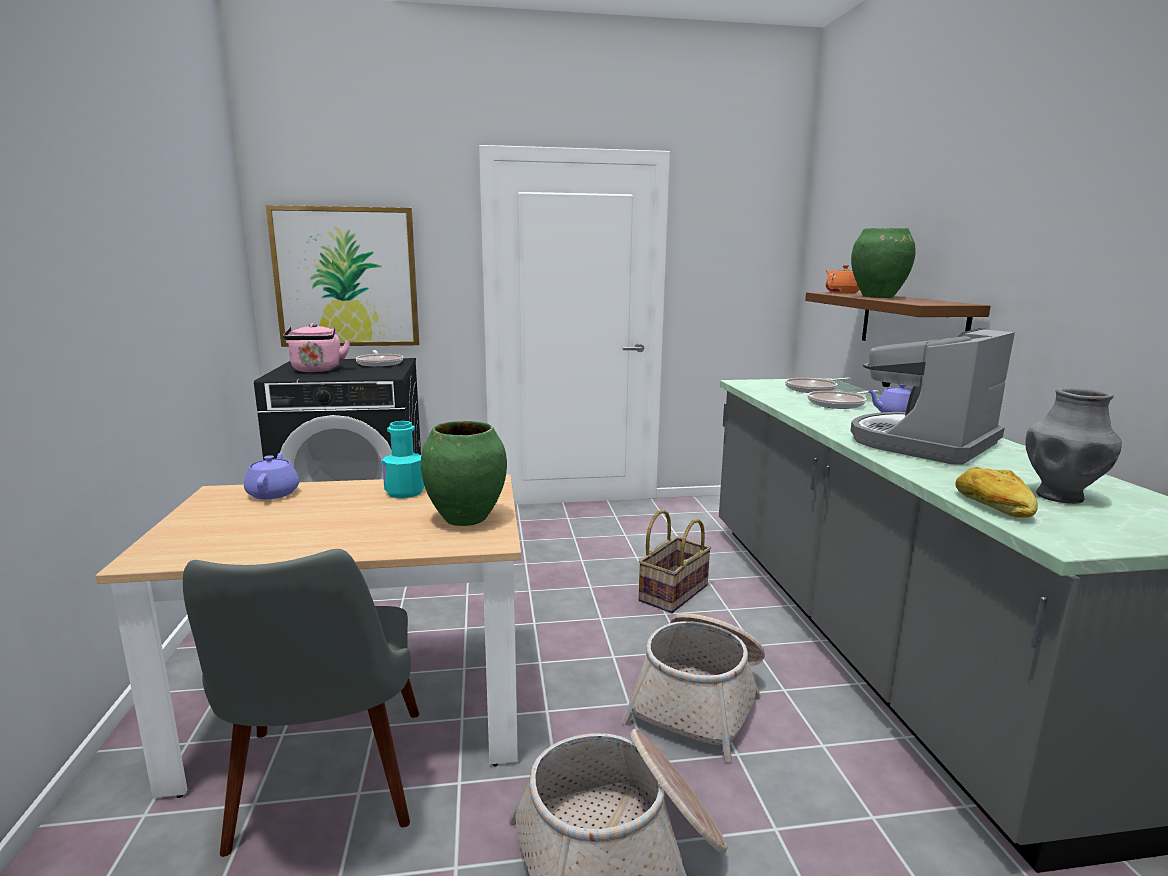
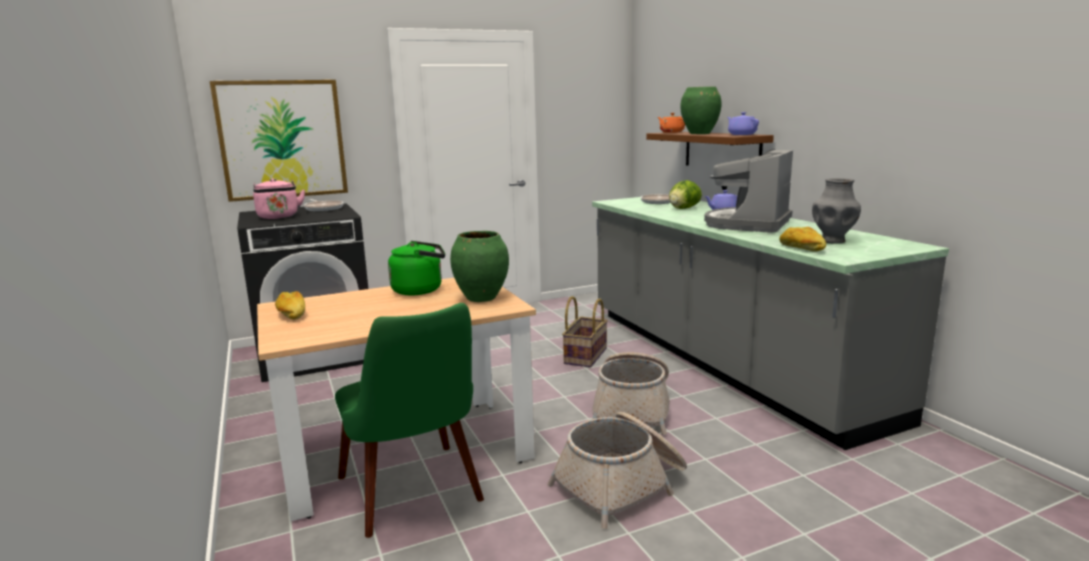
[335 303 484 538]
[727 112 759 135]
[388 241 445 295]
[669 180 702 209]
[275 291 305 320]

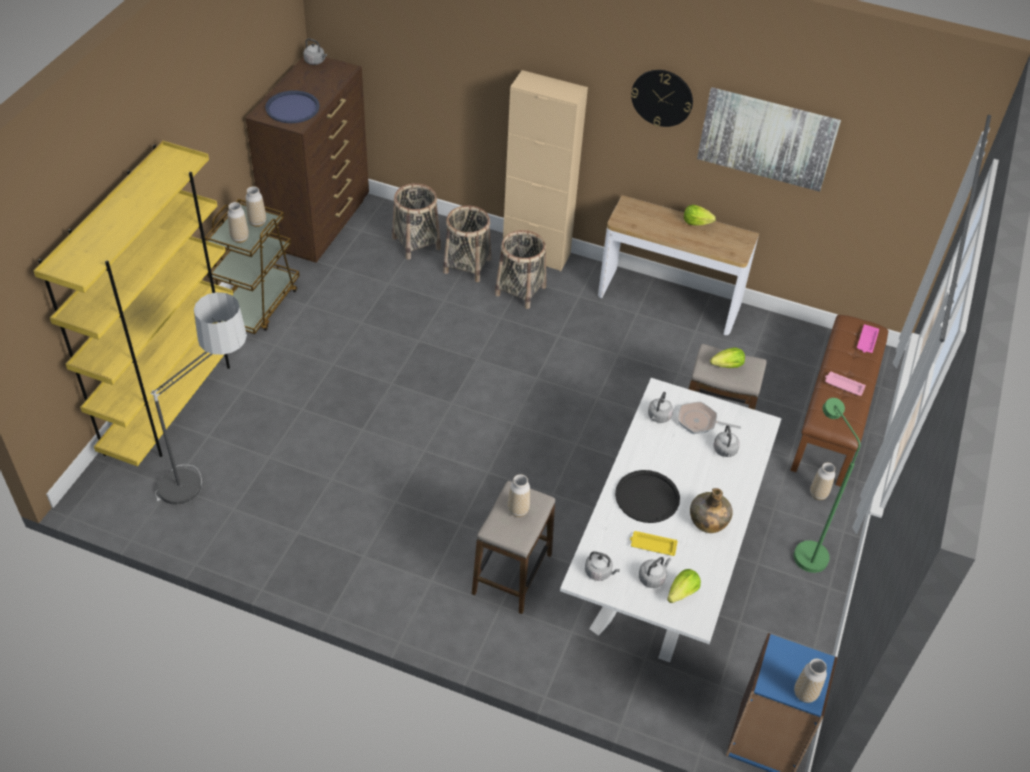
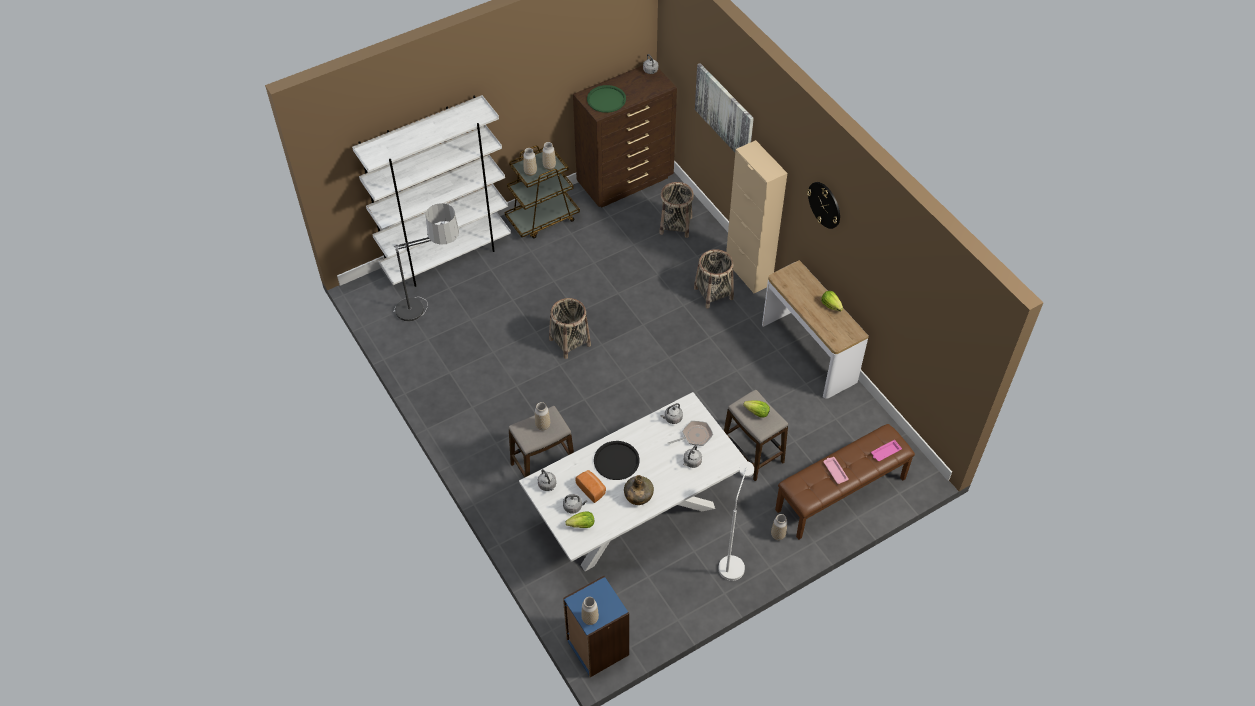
[352 95 511 287]
[587 85 626 113]
[549 298 591 359]
[575 470 606 503]
[668 421 713 446]
[695 63 754 152]
[718 461 754 581]

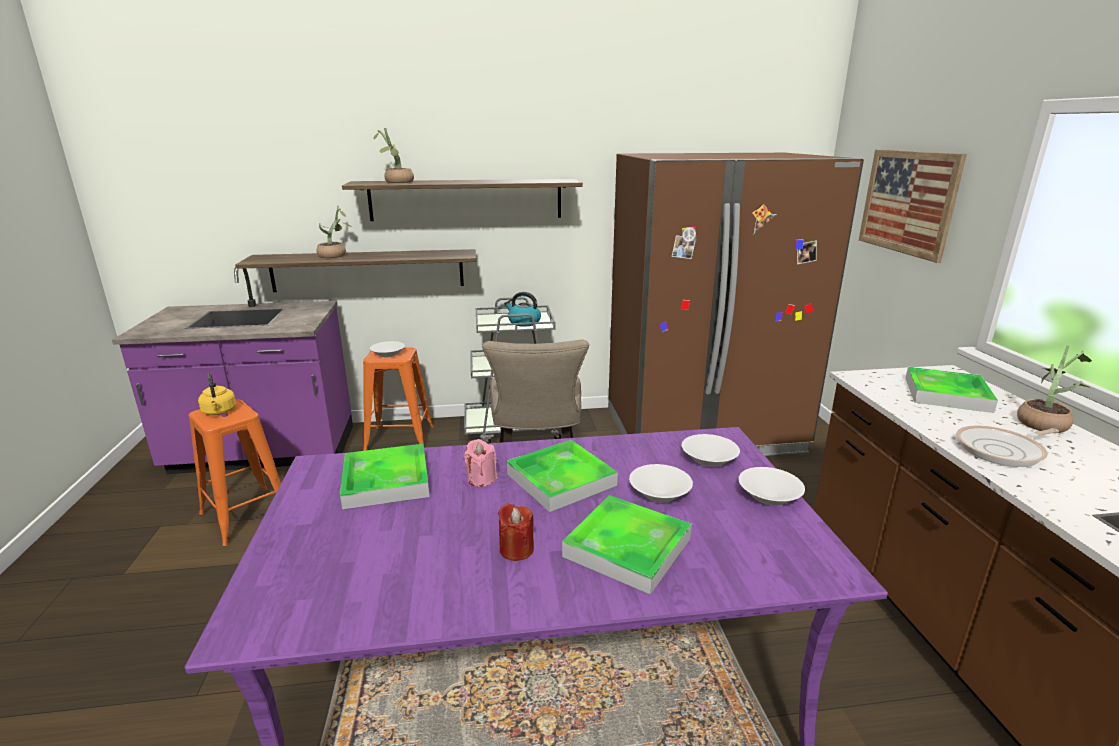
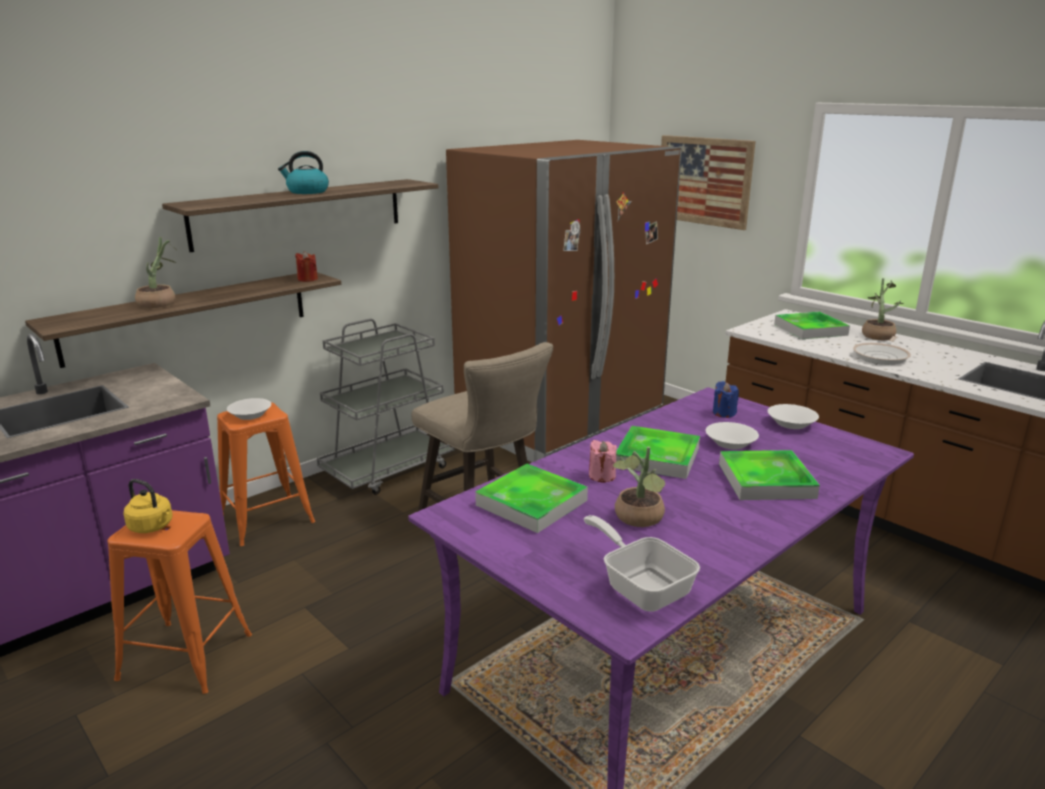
[613 446 665 527]
[295 251 318 282]
[278 151 329 194]
[713 381 739 418]
[584 515 700 612]

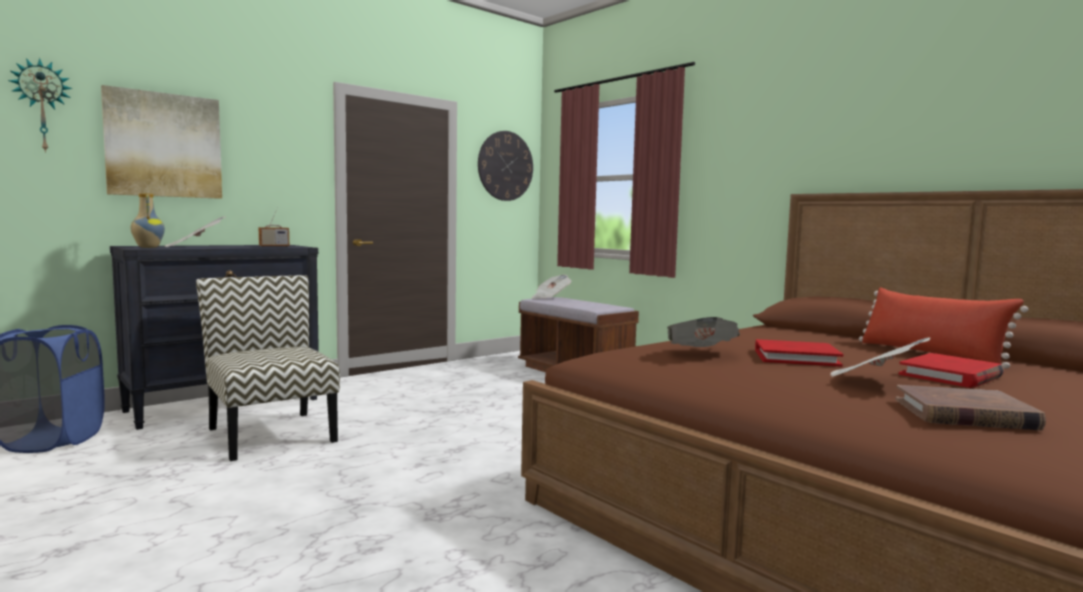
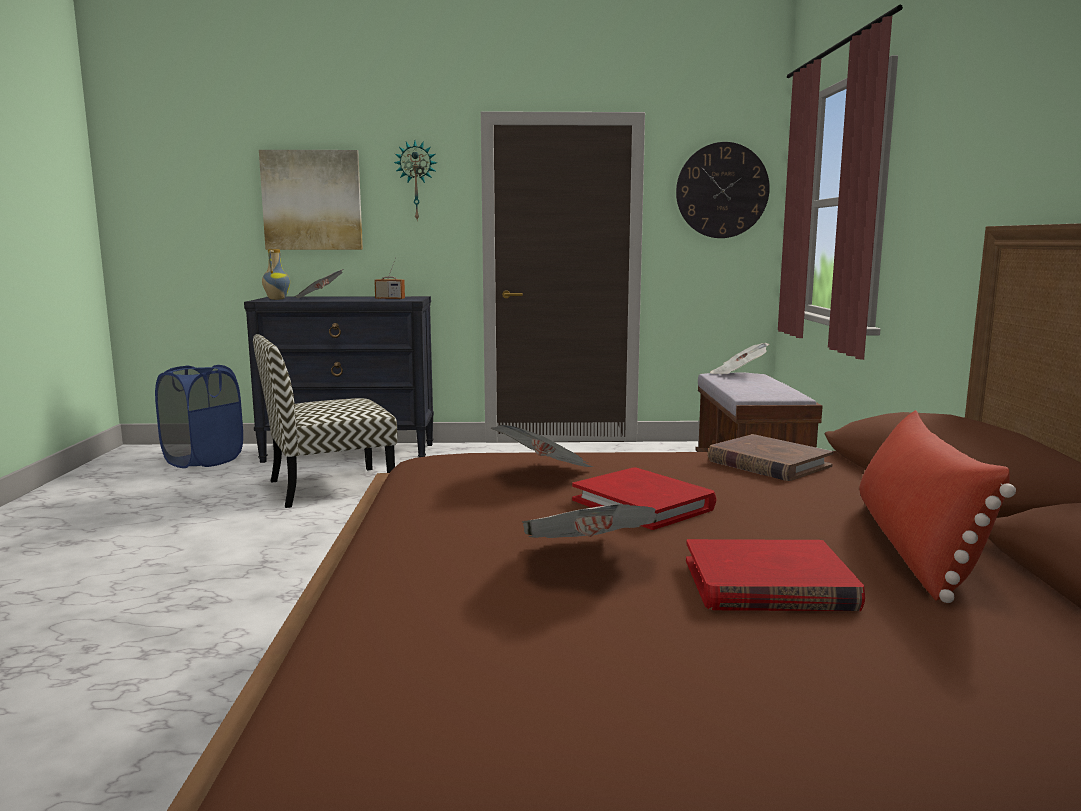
[394 141 437 222]
[253 334 398 508]
[708 434 833 481]

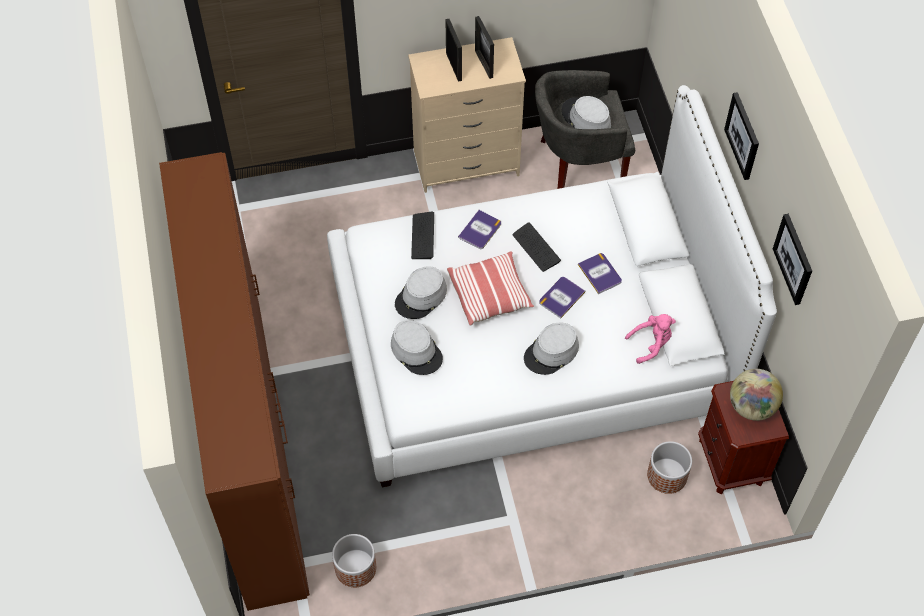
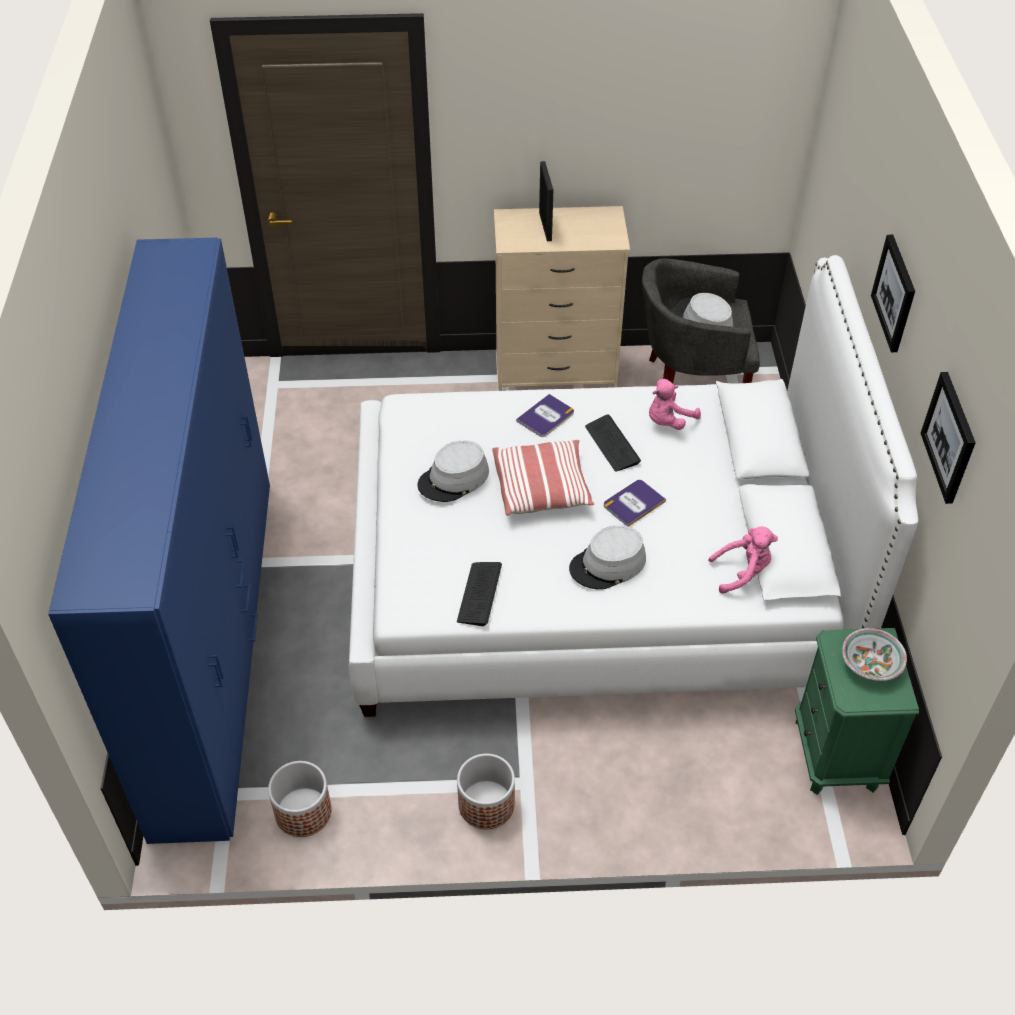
[48 238 270 844]
[391 320 443 375] (first image)
[457 562 502 626]
[475 16 494 79] (first image)
[578 253 622 294] (first image)
[457 754 515 829]
[795 628 919 795]
[842 628 907 681]
[649 379 701 430]

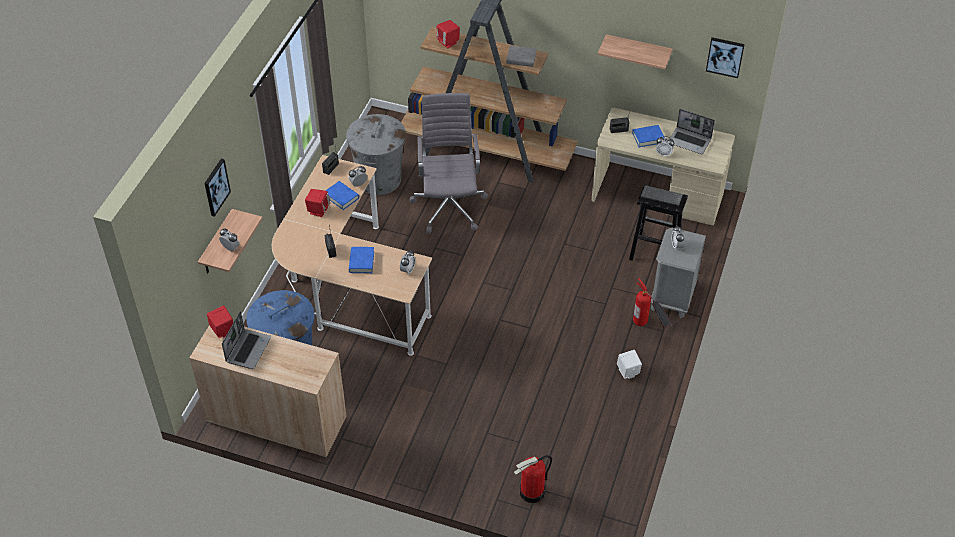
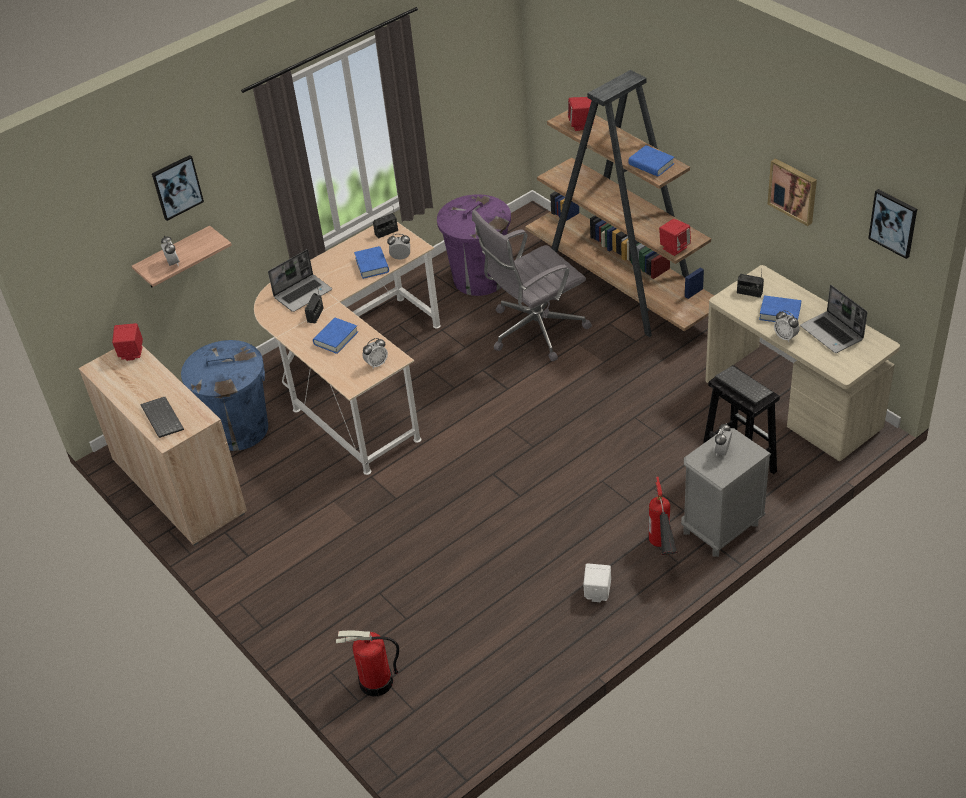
[268 249 332 312]
[659 219 691 256]
[437 194 511 296]
[472 210 592 361]
[629 145 674 177]
[768 158 817 226]
[141 397 184 438]

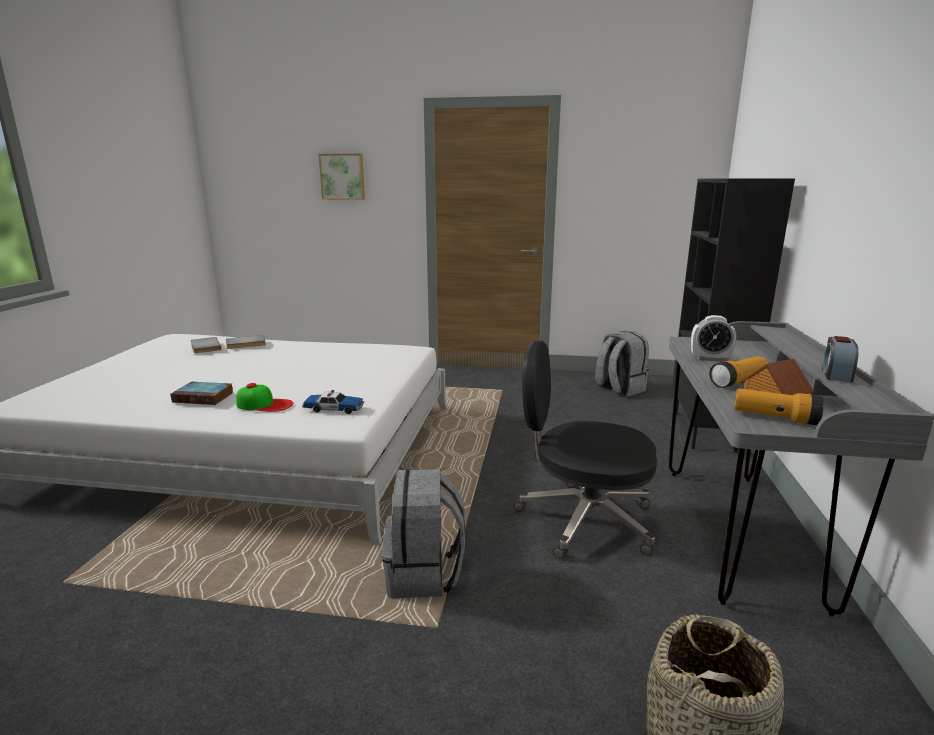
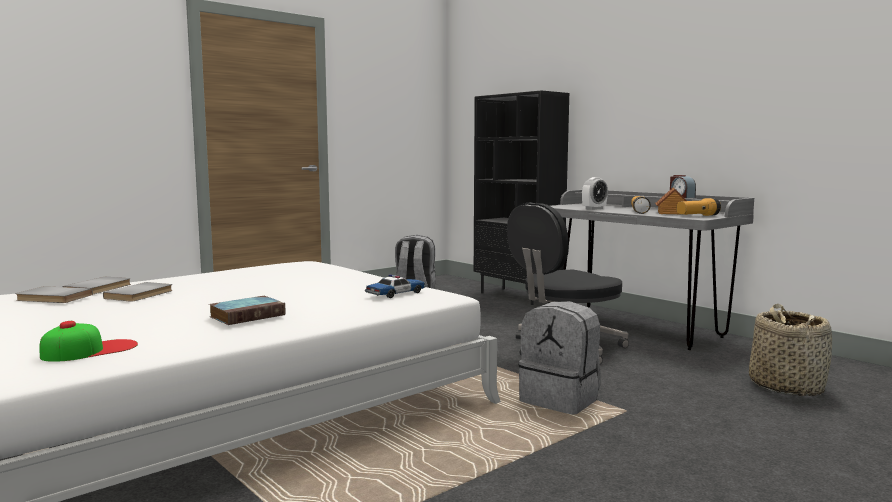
[39 321 138 362]
[319 153 365 200] (first image)
[103 282 173 302]

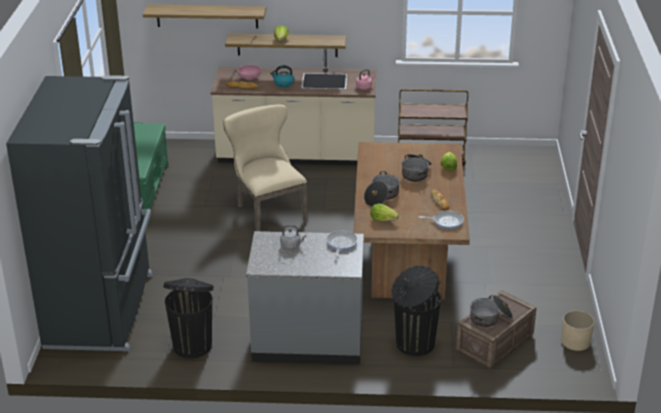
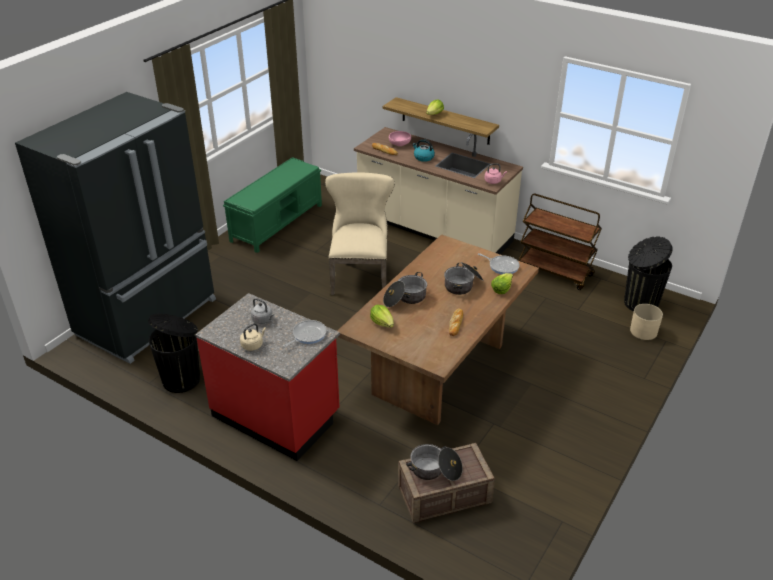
[143 4 266 29] (first image)
[195 293 340 461]
[624 236 673 312]
[478 253 520 274]
[630 304 663 340]
[240 323 266 351]

